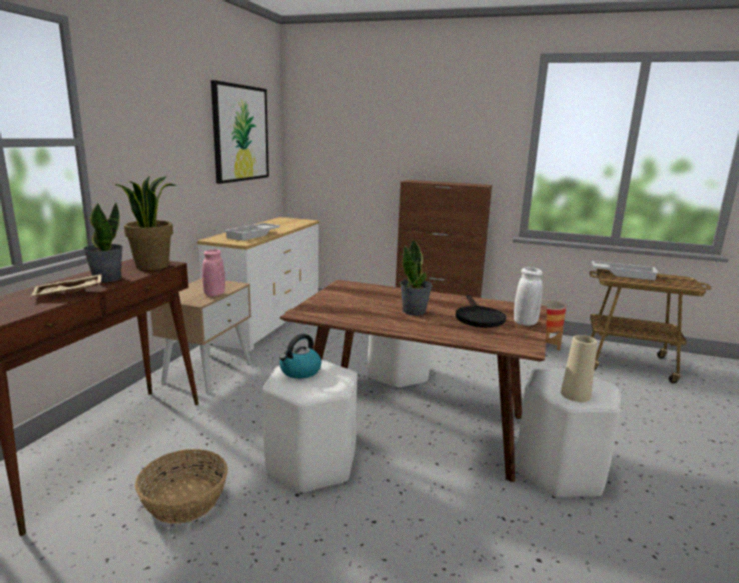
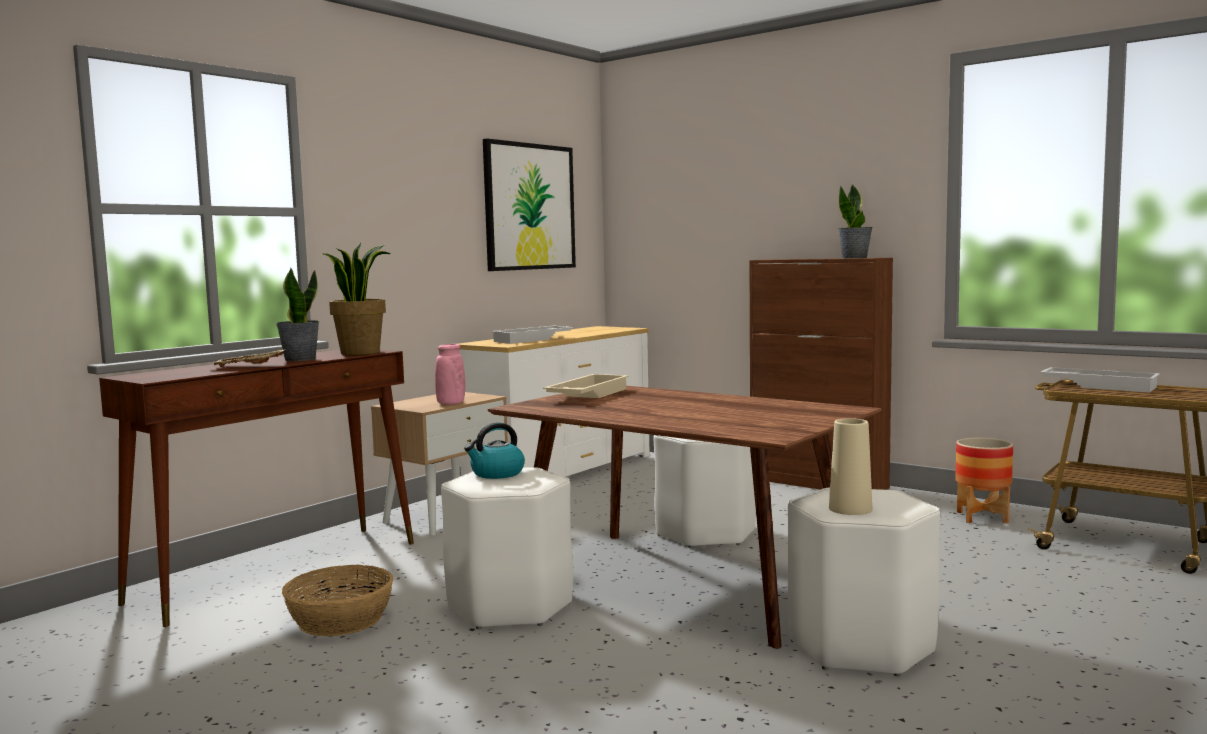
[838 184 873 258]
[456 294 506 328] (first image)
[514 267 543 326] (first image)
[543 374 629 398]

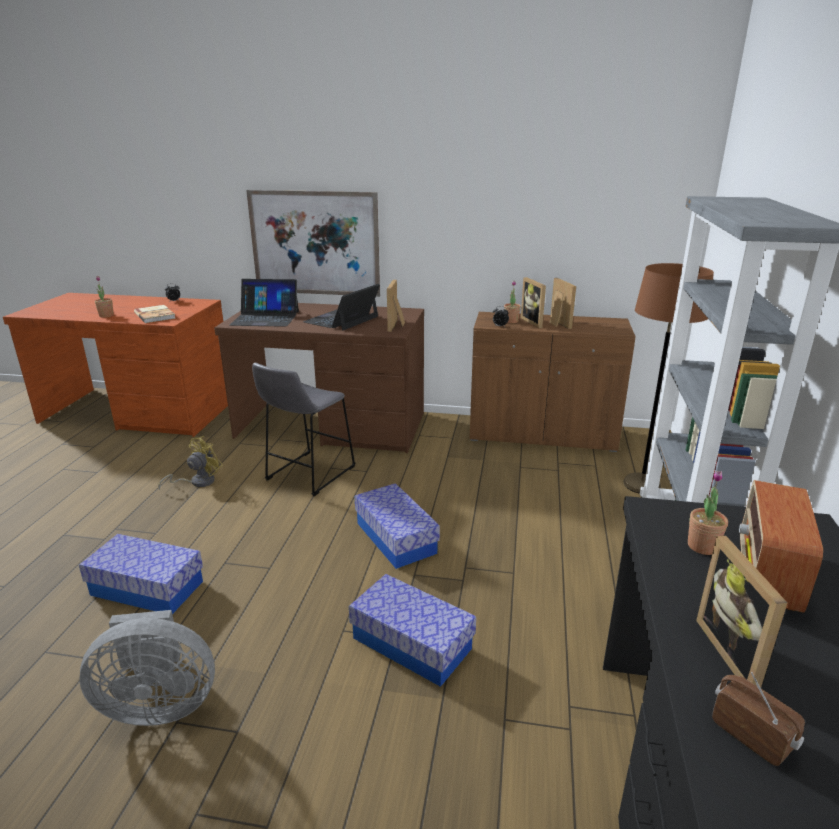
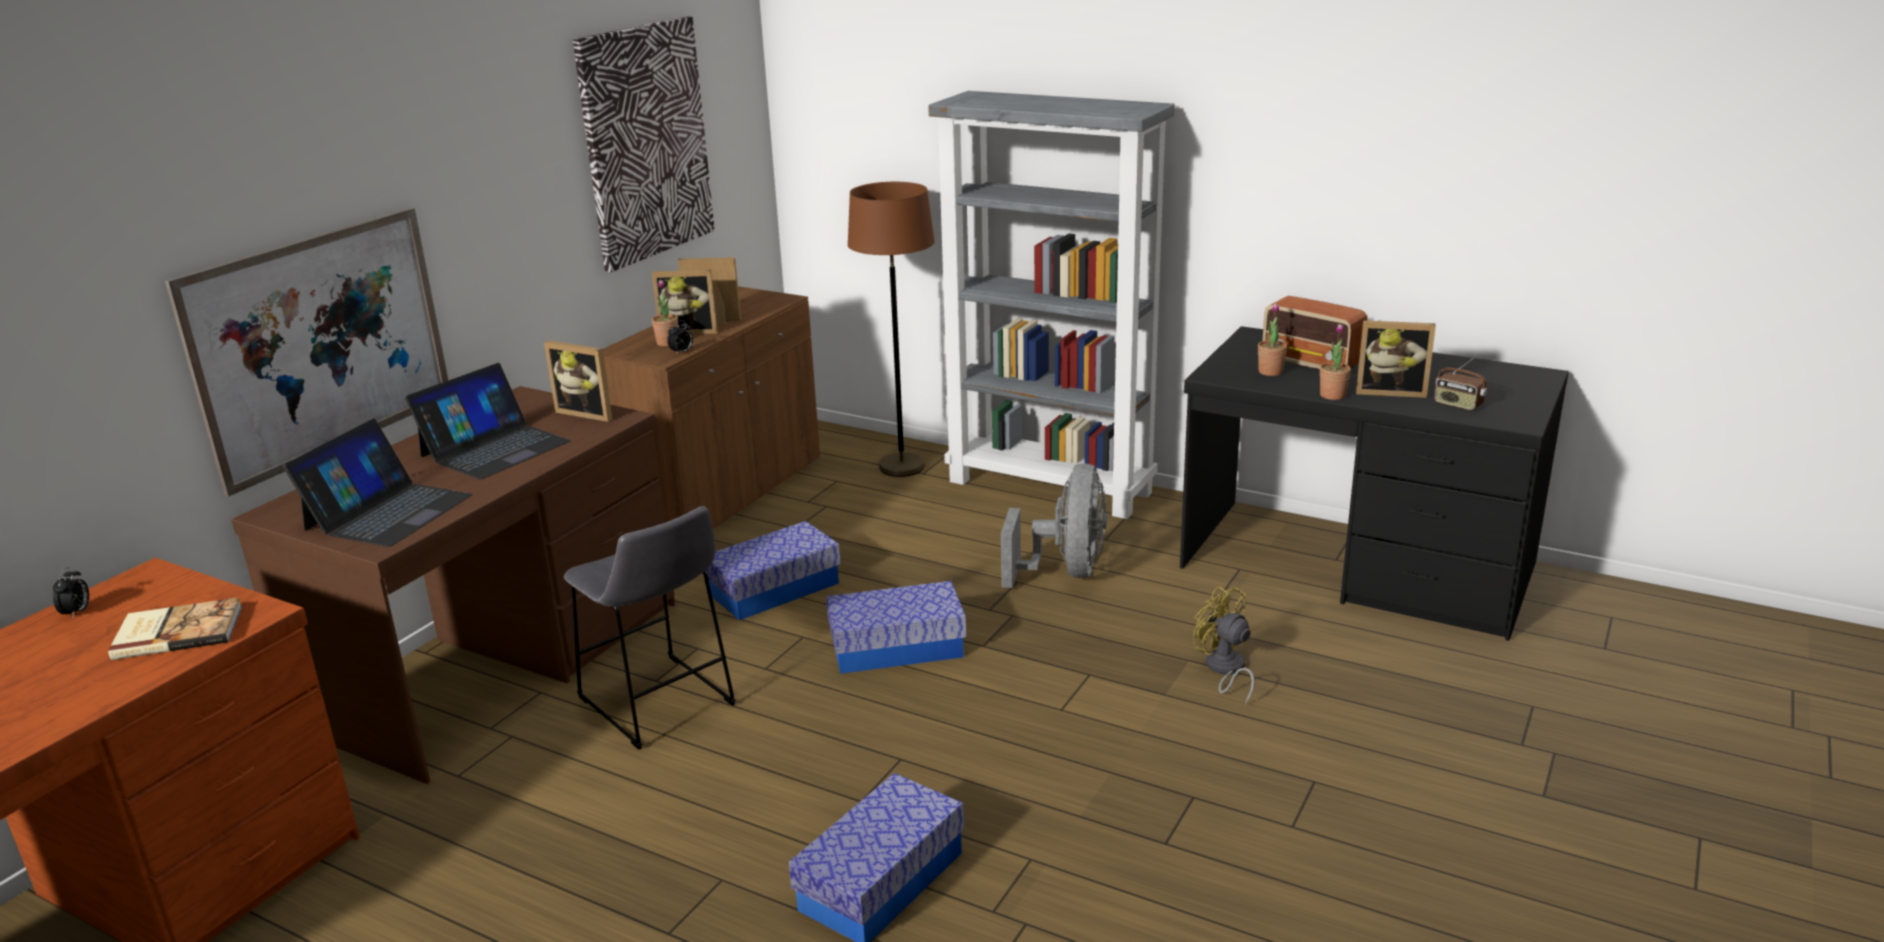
[1001 463 1107 588]
[1320 324 1351 400]
[1193 586 1255 705]
[405 363 571 480]
[705 521 841 620]
[1434 356 1487 410]
[573 17 715 272]

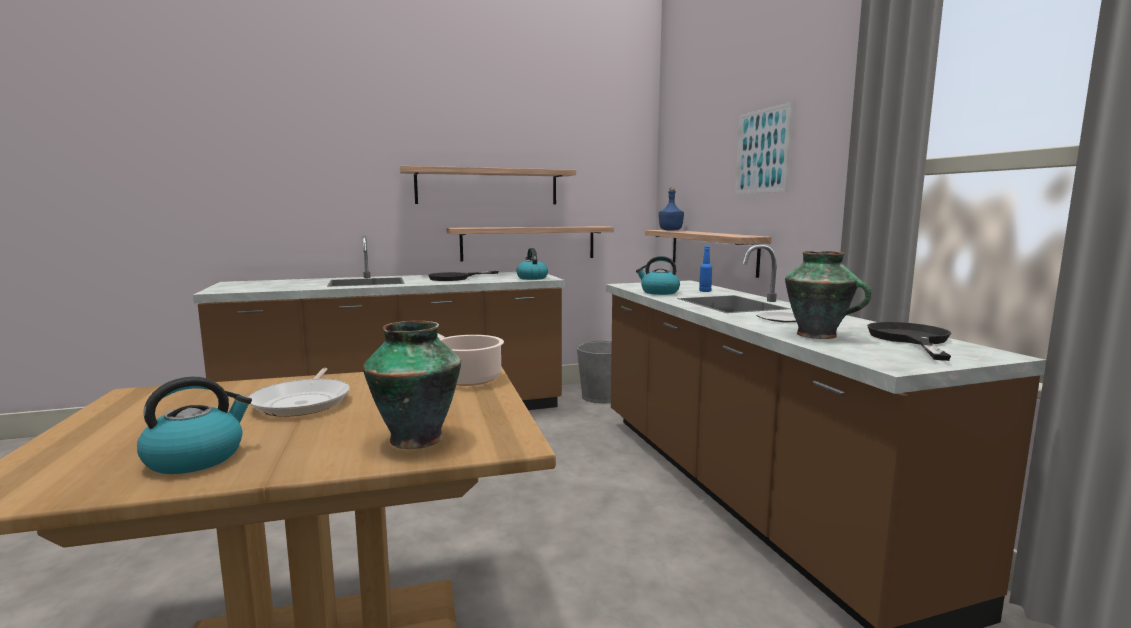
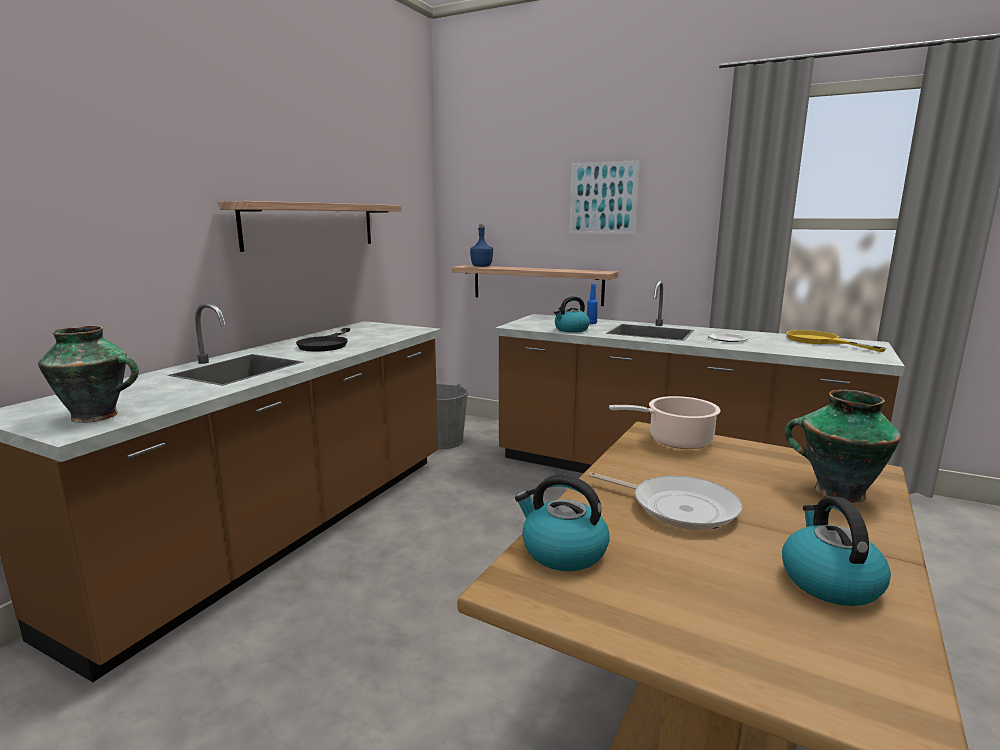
[446 226 614 262] (first image)
[515 474 610 571]
[38 326 139 423]
[786 330 886 352]

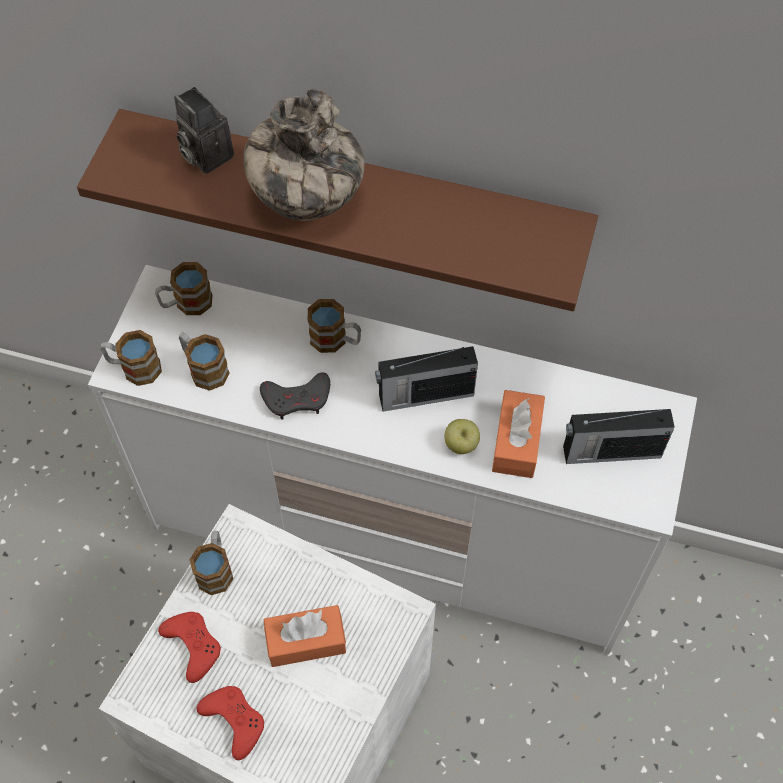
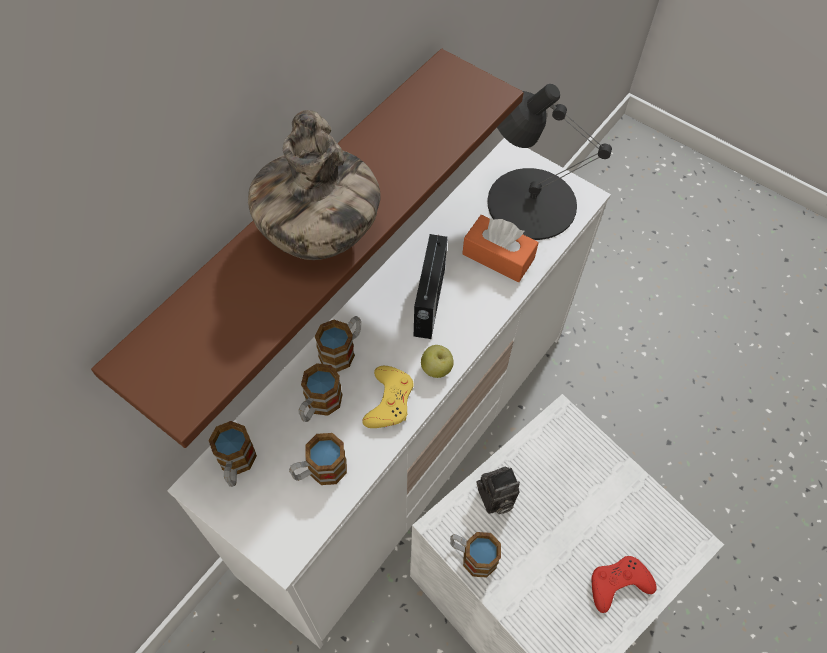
[299 363 343 422]
[158 612 221 683] (first image)
[476 466 520 514]
[362 366 414 428]
[264 605 346 667] (first image)
[421 345 454 378]
[487 84 612 240]

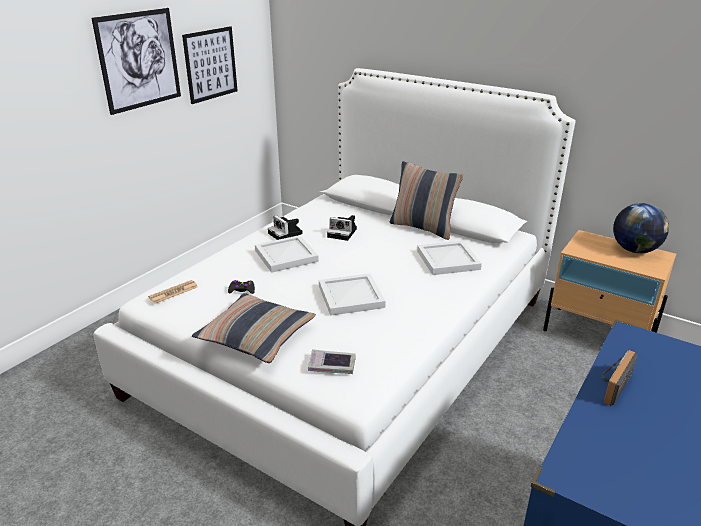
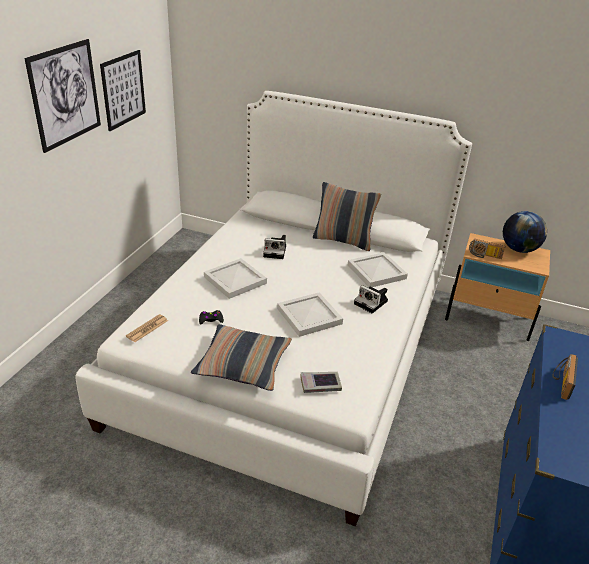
[354 285 388 313]
[469 239 505 259]

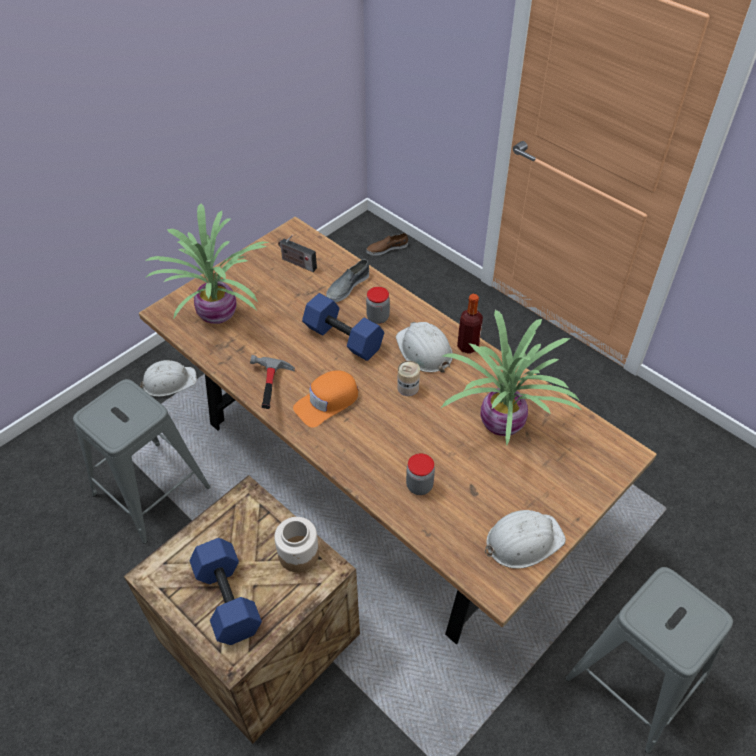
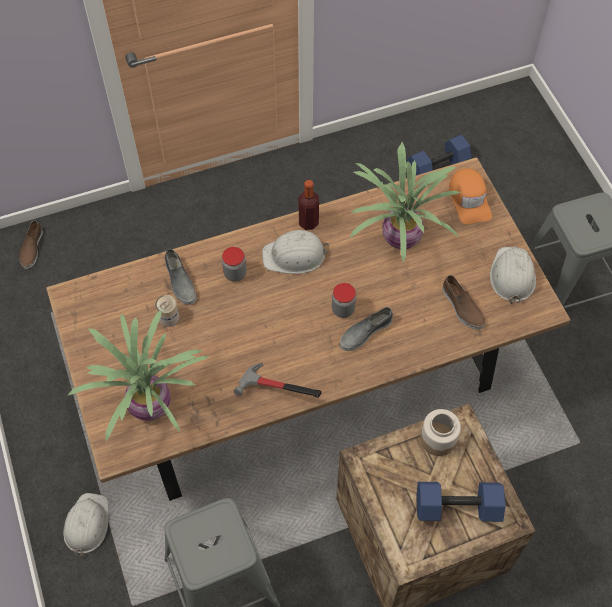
[278 235 317 272] (first image)
[449 168 492 224]
[407 135 472 175]
[155 295 179 327]
[332 283 356 318]
[340 307 393 351]
[442 275 485 330]

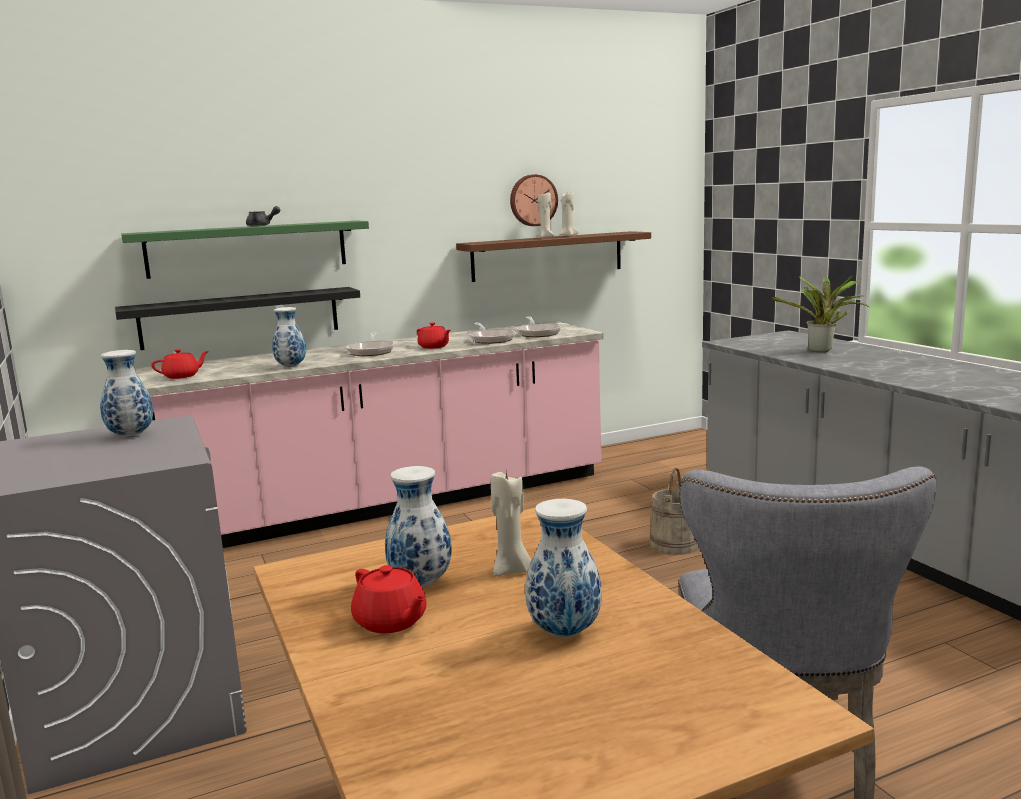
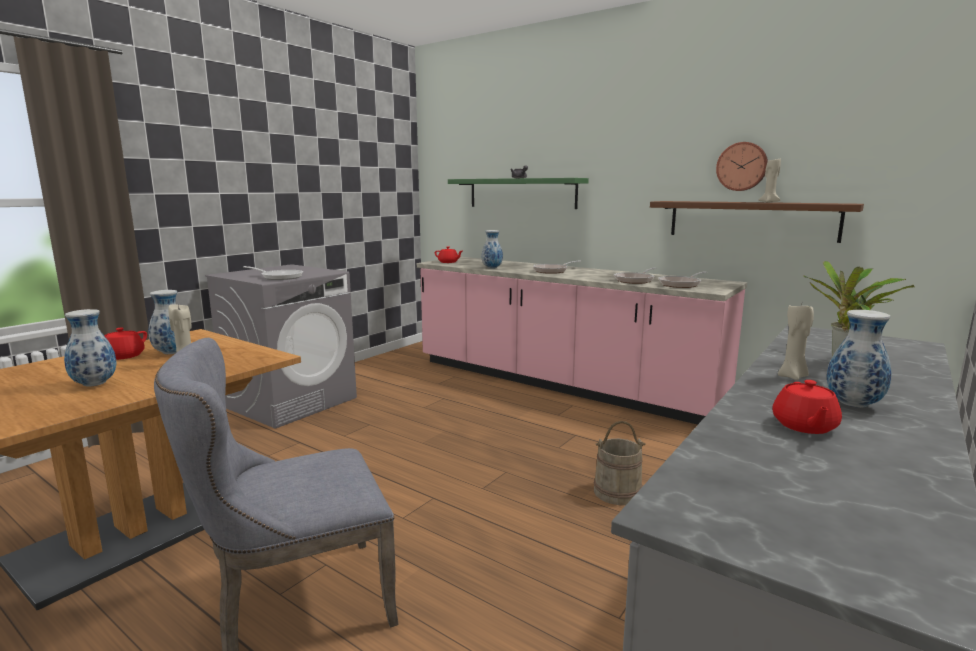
[827 310 891 408]
[115 287 360 350] (first image)
[772 380 842 434]
[778 304 814 380]
[243 266 303 280]

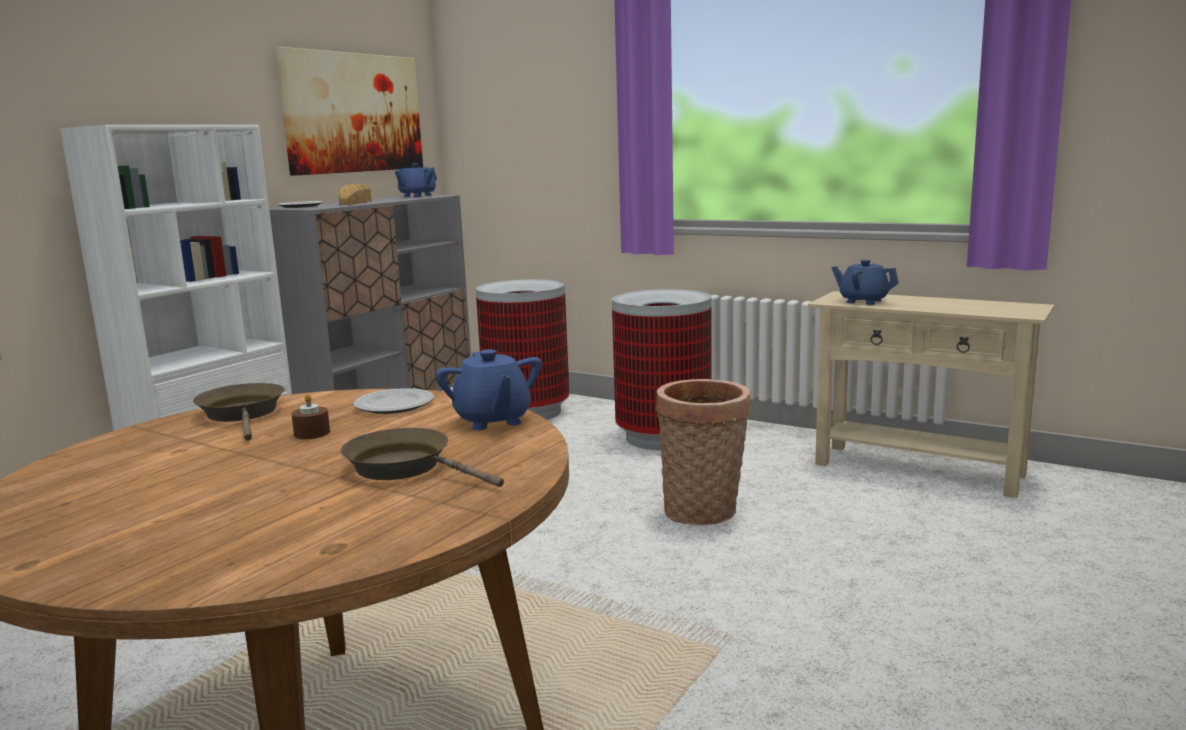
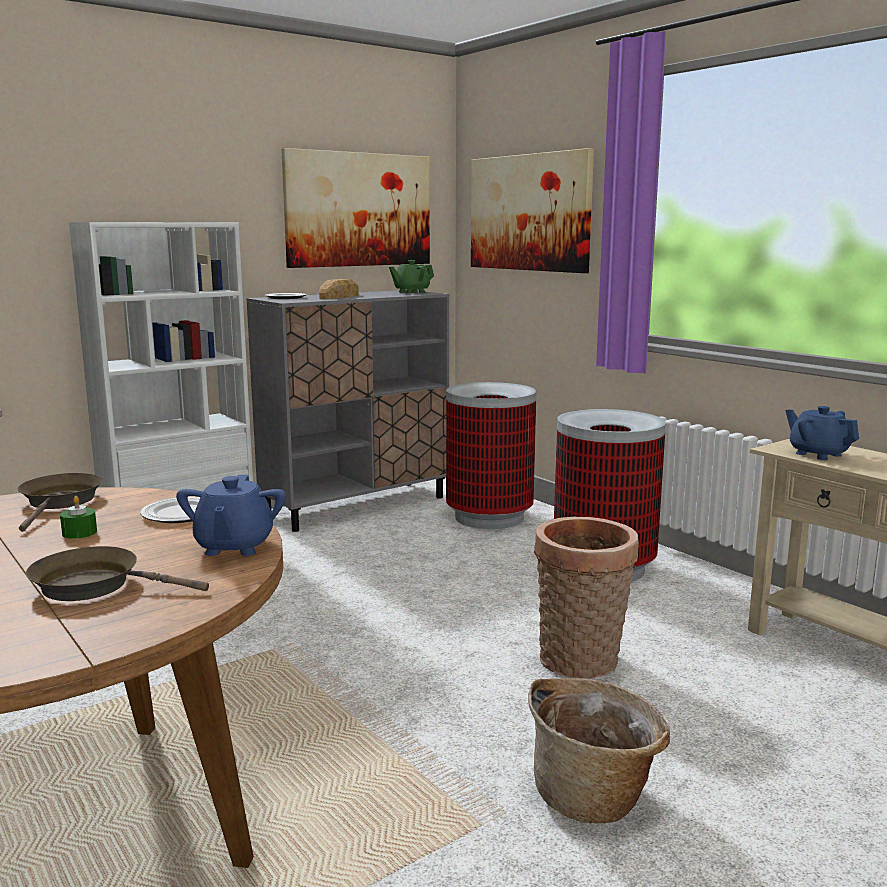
[60 496 97 539]
[26 546 209 601]
[389 260 434 293]
[471 148 594 273]
[528 678 670 823]

